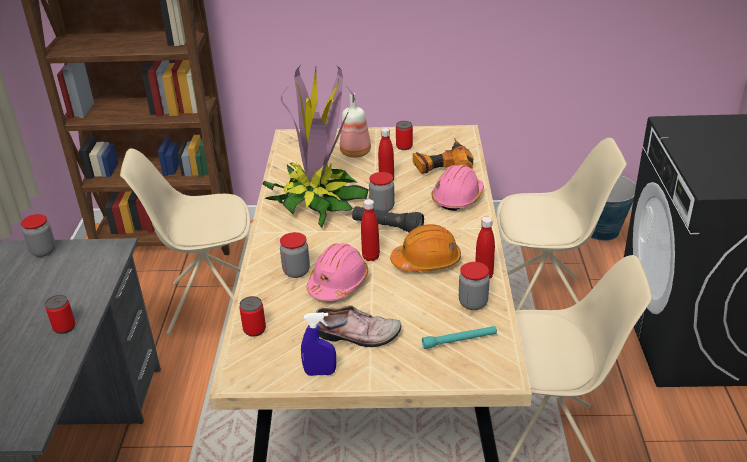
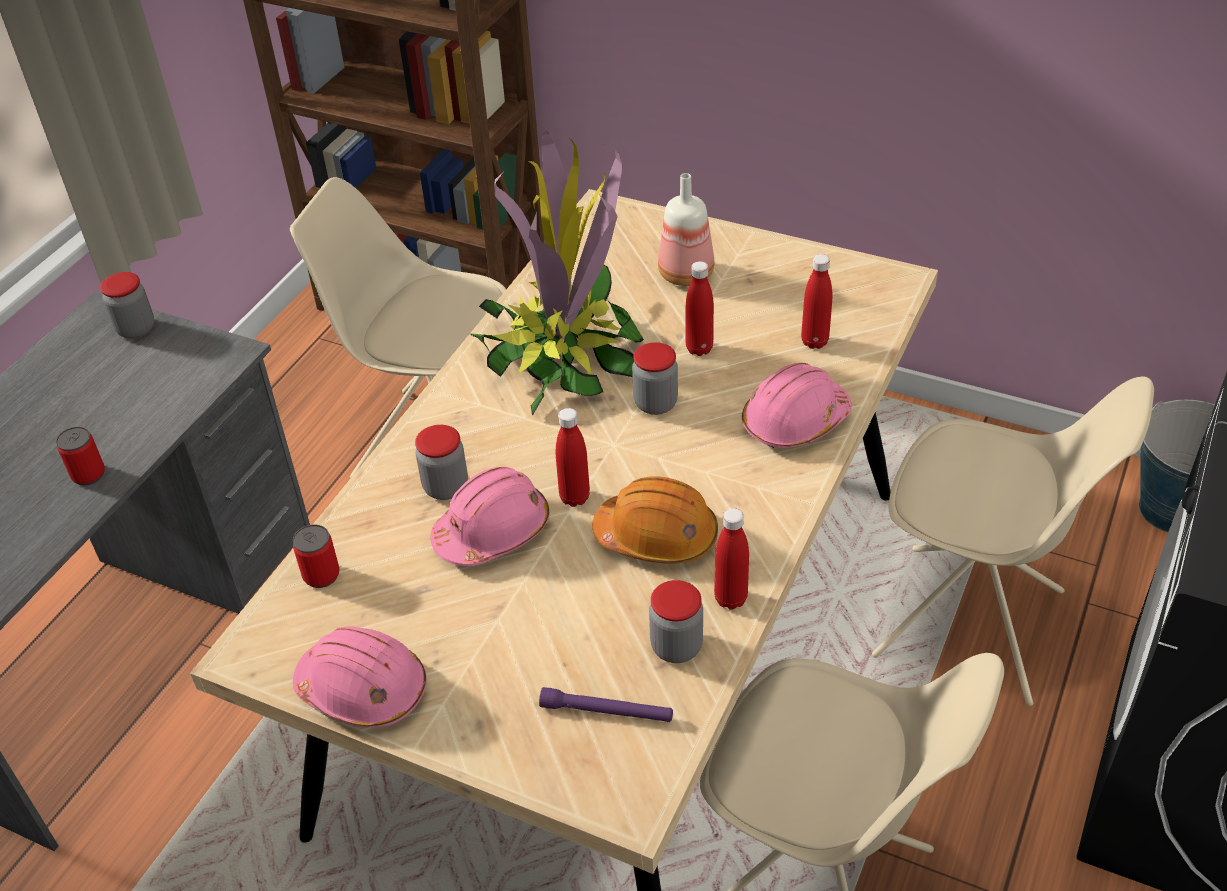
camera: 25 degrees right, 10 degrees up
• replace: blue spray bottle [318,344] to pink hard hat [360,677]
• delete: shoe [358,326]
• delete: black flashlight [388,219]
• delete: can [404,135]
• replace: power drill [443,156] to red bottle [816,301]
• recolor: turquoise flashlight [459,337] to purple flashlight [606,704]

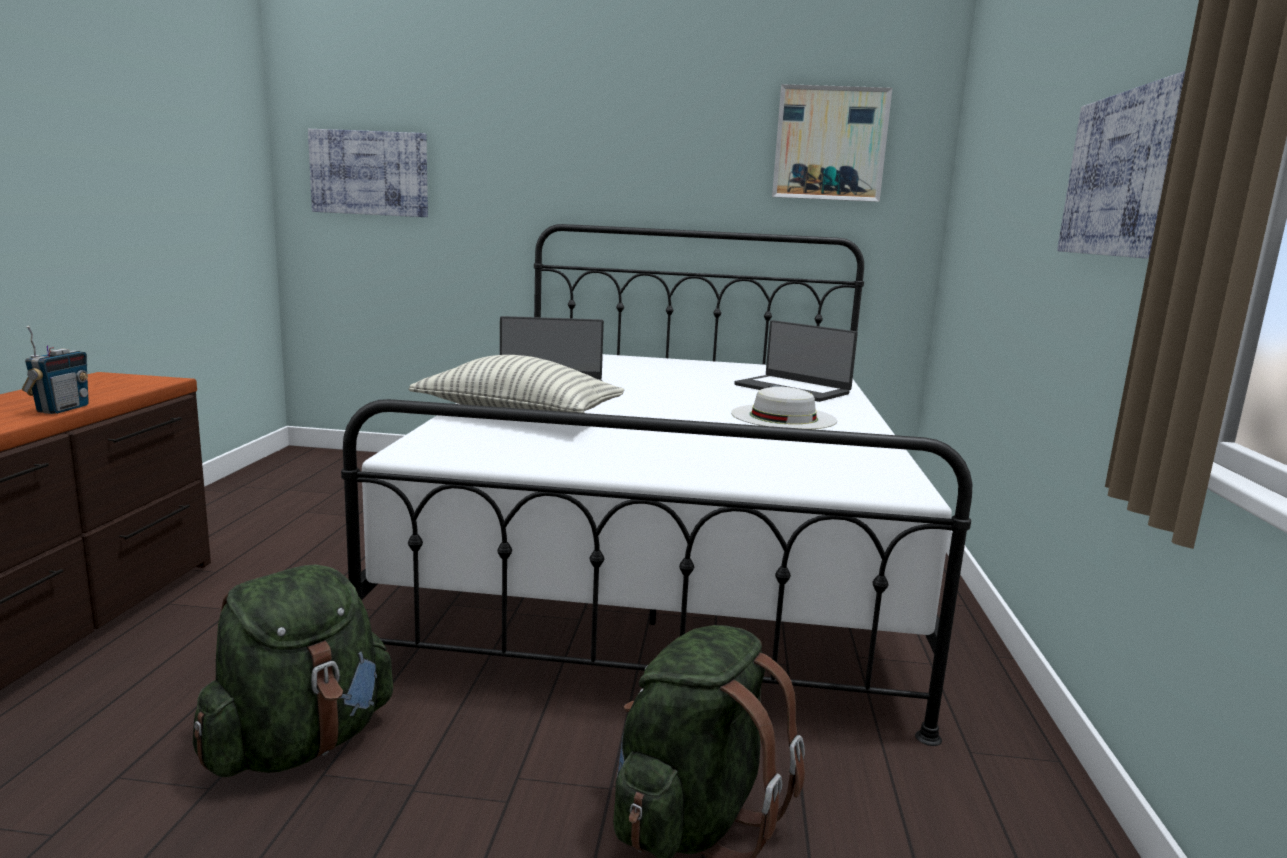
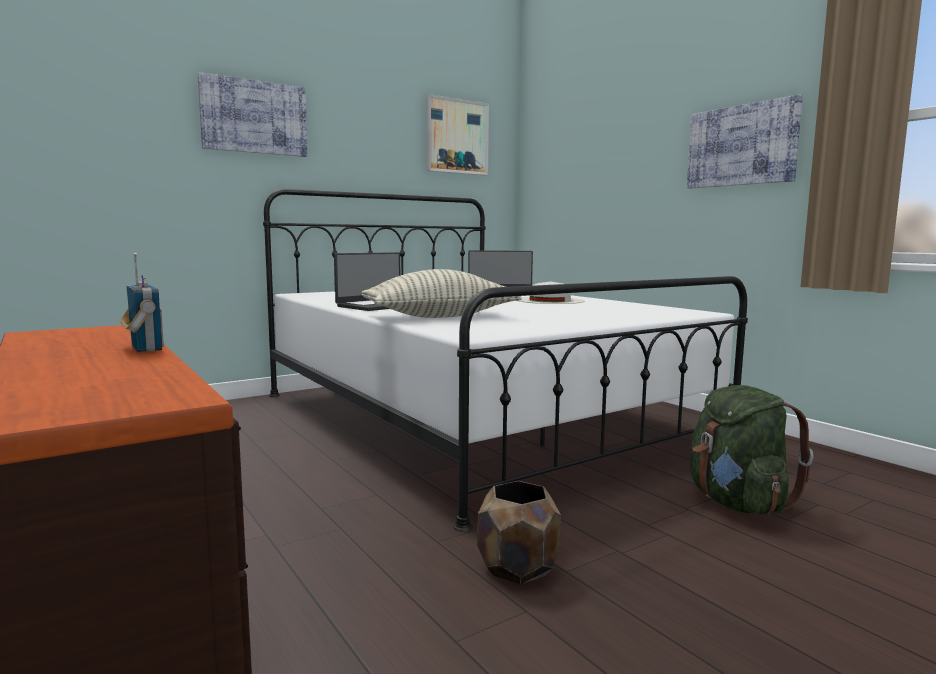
camera: 40 degrees left, 5 degrees down
• replace: green backpack [292,670] to brown planter [519,532]
• move: picture [368,173] to [253,114]

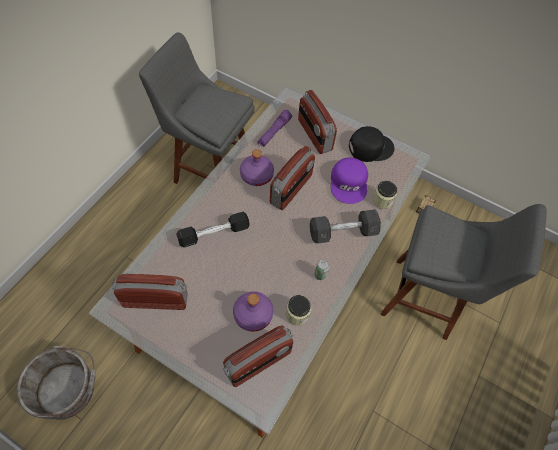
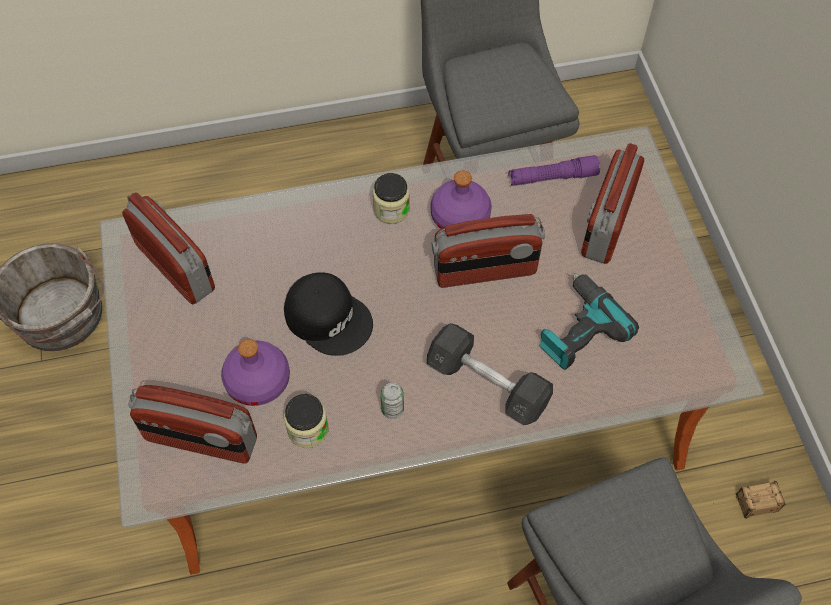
camera: 50 degrees right, 0 degrees up
• delete: black dumbbell [212,229]
• replace: purple cap [349,181] to power drill [589,321]
• move: black cap [371,144] to [328,314]
• move: jar [385,195] to [391,198]

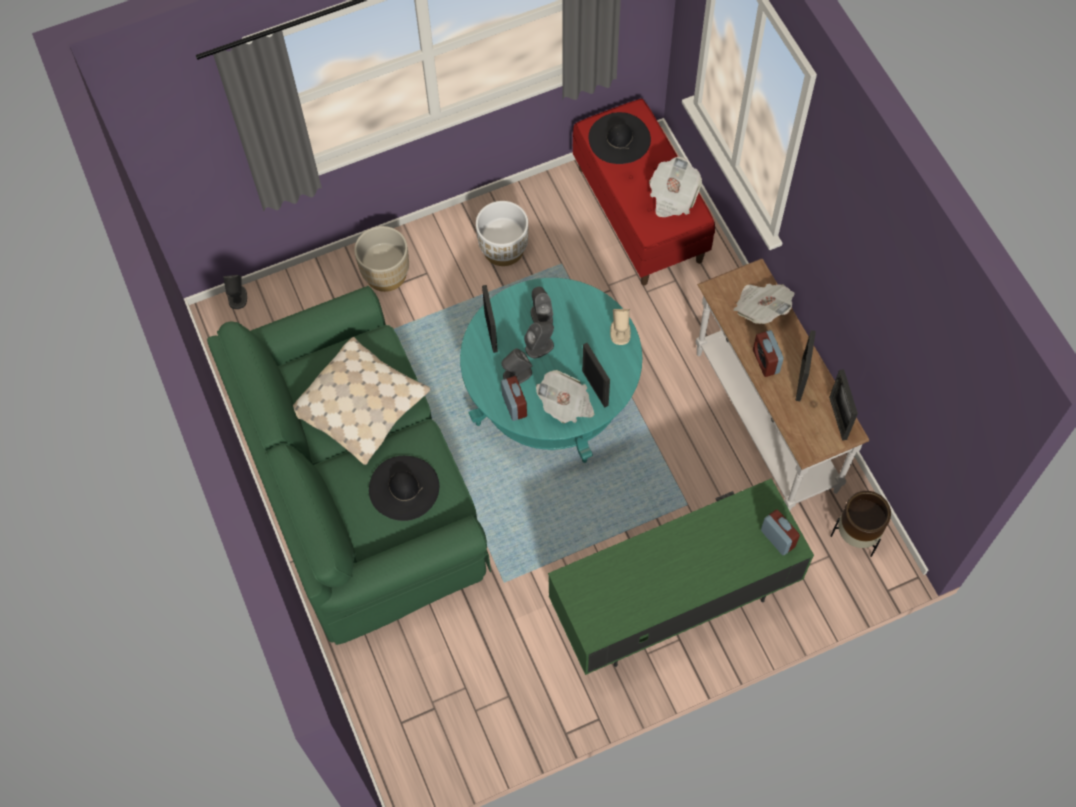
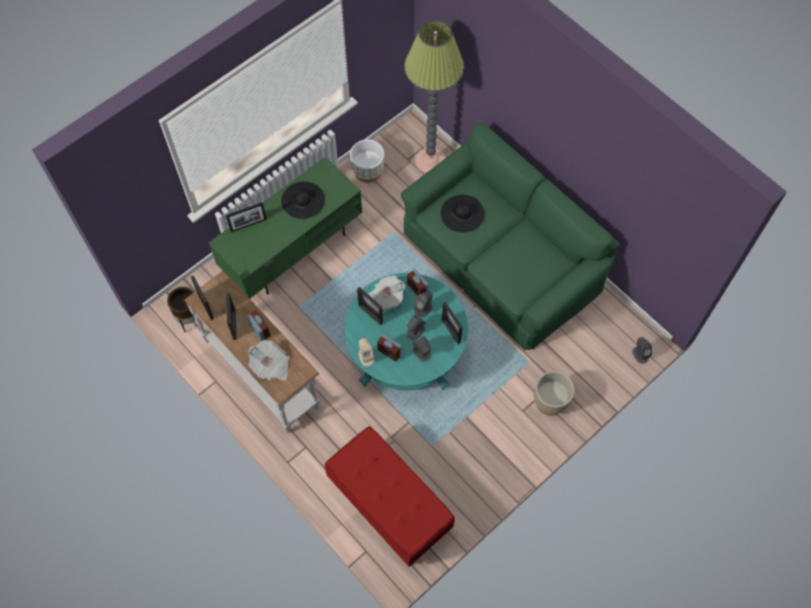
camera: 160 degrees right, 0 degrees up
• delete: beige pillow [361,401]
• move: white planter [502,233] to [367,161]
• move: black hat [620,138] to [303,200]
• delete: newspaper [675,187]
• move: alarm clock [780,532] to [389,347]
• insert: picture frame [246,217]
• insert: floor lamp [434,97]

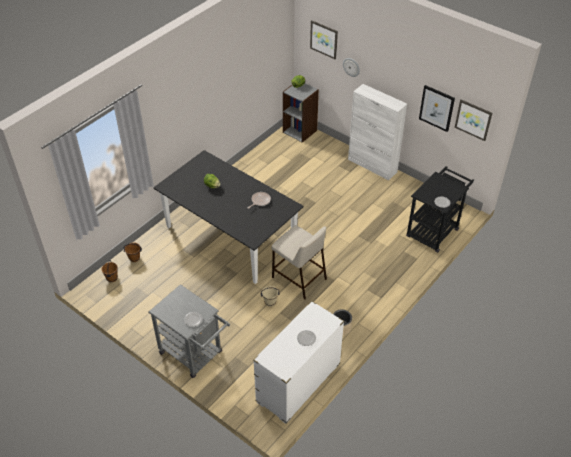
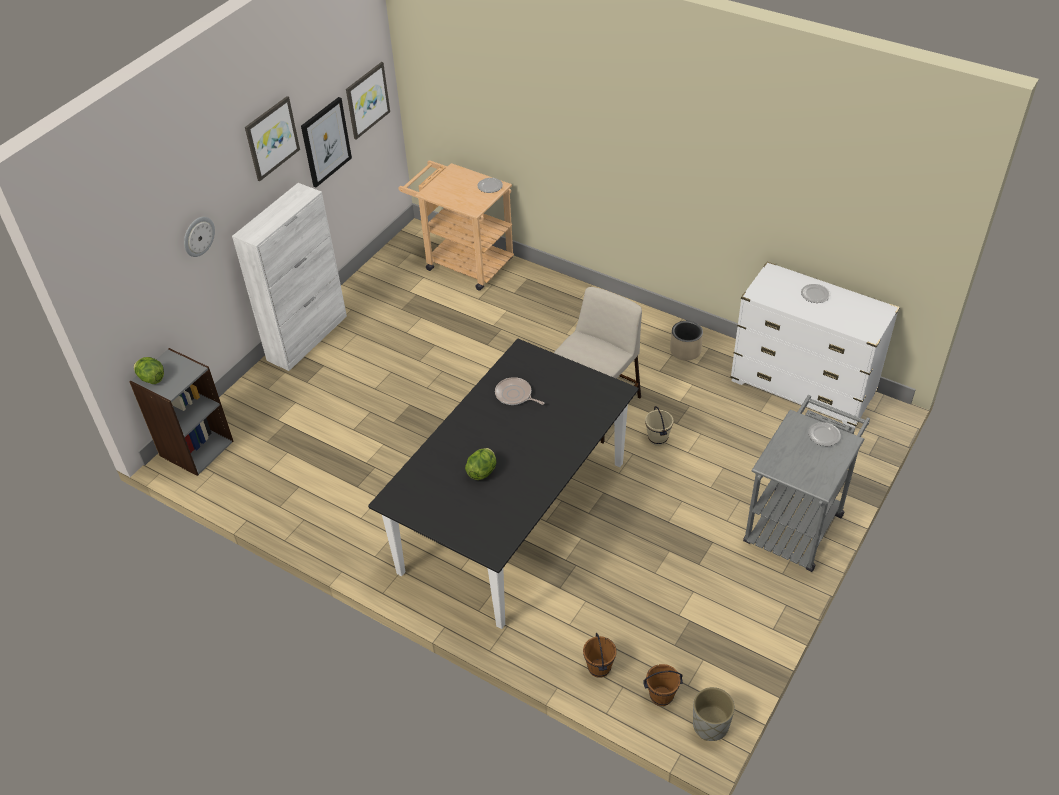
camera: 95 degrees left, 0 degrees up
• move: picture [324,40] to [272,138]
• recolor: black cart [440,209] to beige cart [456,225]
• insert: grey planter [714,714]

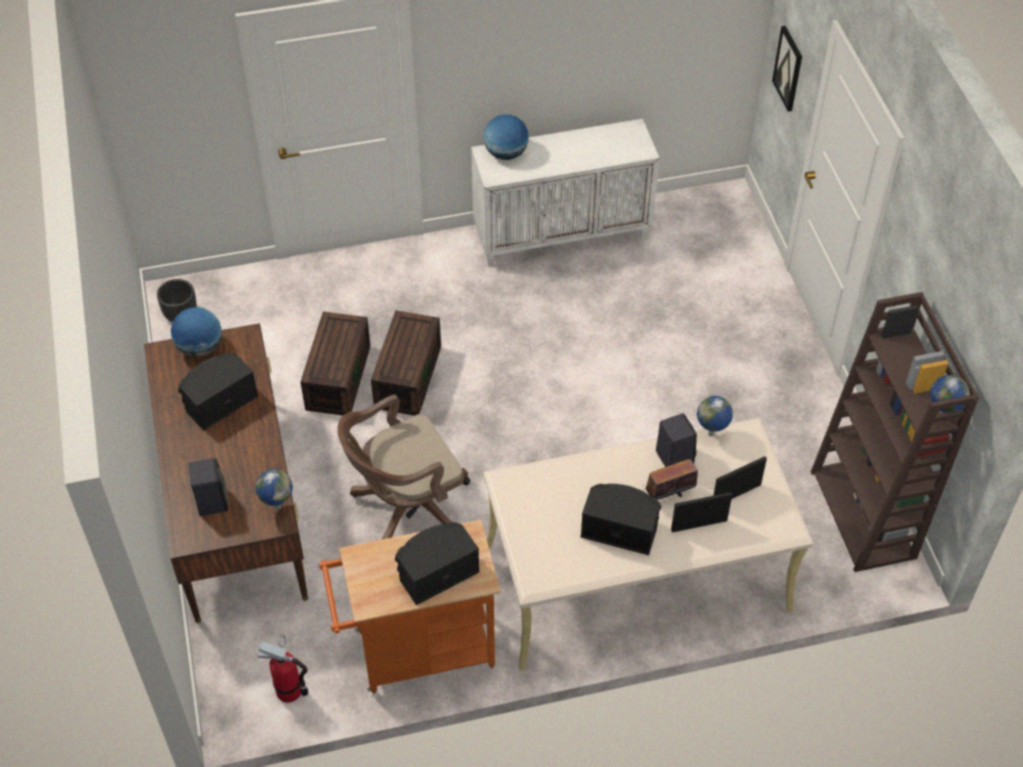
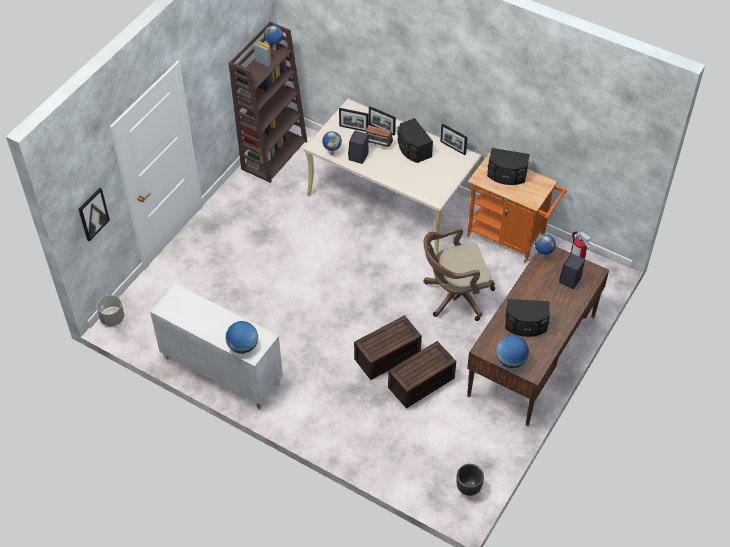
camera: 135 degrees left, 0 degrees up
• rotate: brown office chair [403,467] = [459,274] 150 degrees clockwise
• insert: grey planter [110,310]
• insert: picture frame [453,139]

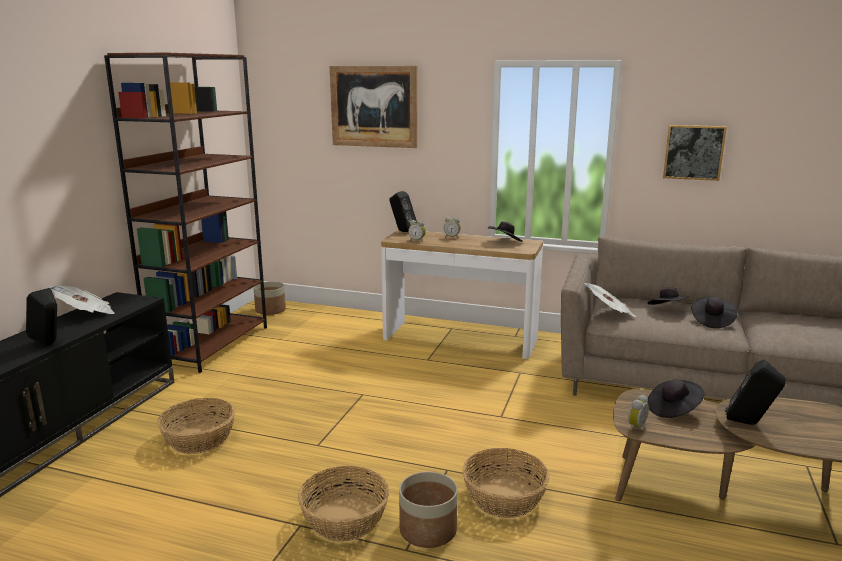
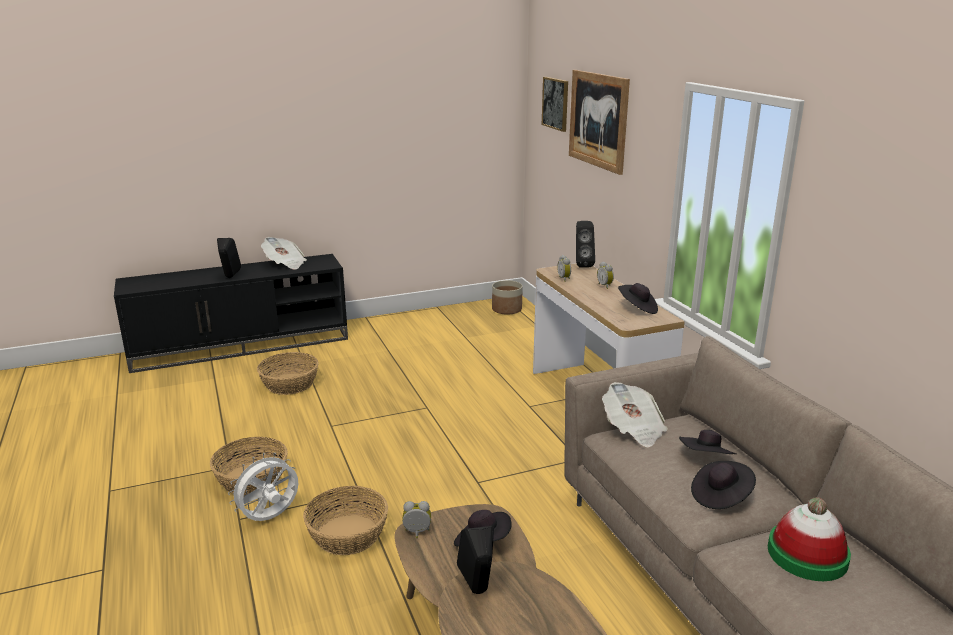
camera: 50 degrees right, 5 degrees up
• delete: brown bookcase [185,213]
• replace: planter [428,510] to white fan [263,486]
• move: picture [695,153] to [555,104]
• insert: hat [809,539]

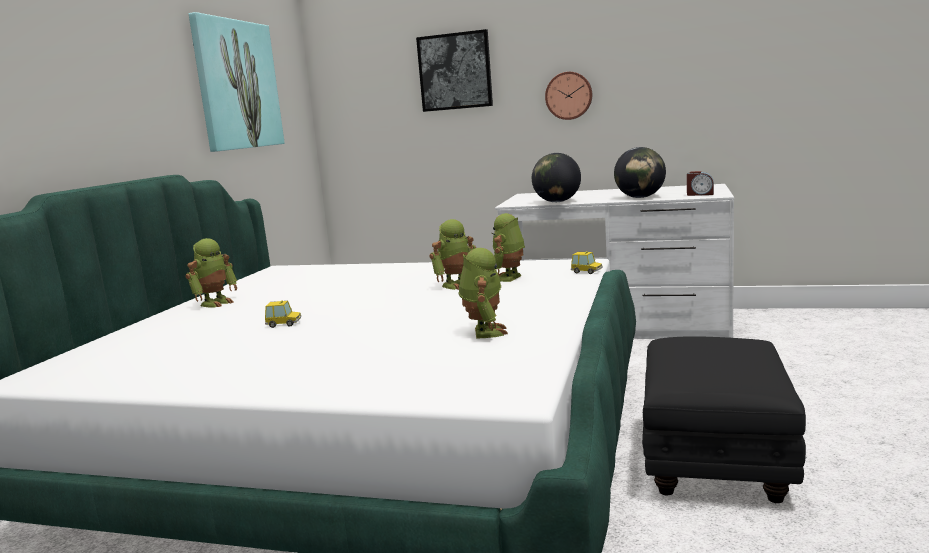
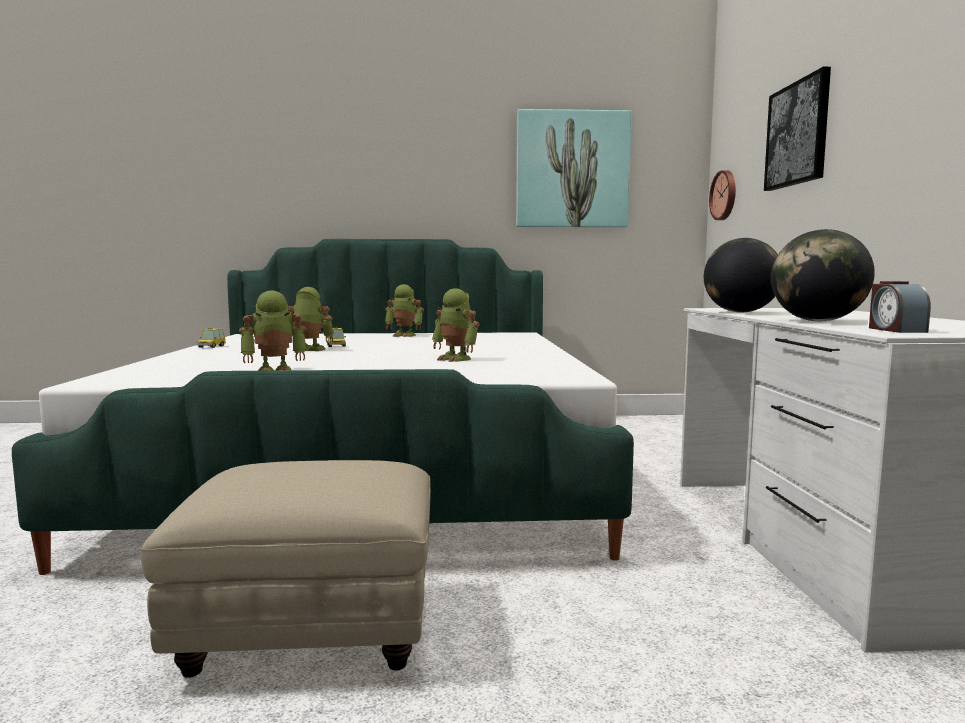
camera: 70 degrees right, 5 degrees down
• move: toy robot [508,247] to [311,319]
• move: wall clock [568,96] to [722,195]
• move: toy car [587,262] to [211,338]
• recolor: black ottoman [724,419] to beige ottoman [285,569]

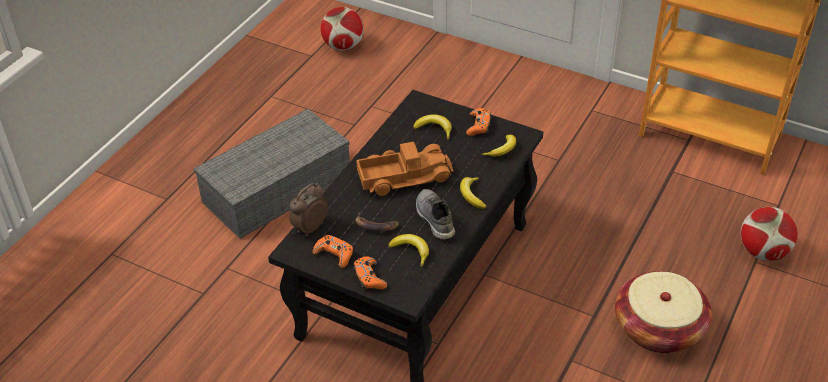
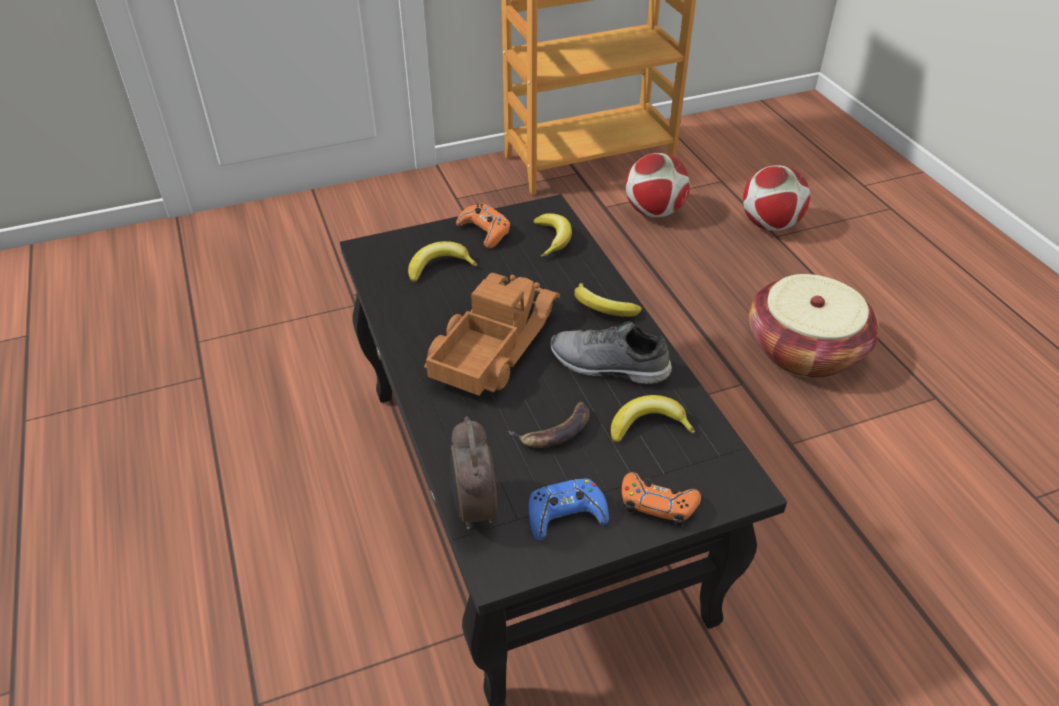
camera: 50 degrees left, 0 degrees up
• delete: grey storage box [271,174]
• recolor: orange game controller [333,251] to blue game controller [568,509]
• move: football [342,29] to [658,185]

